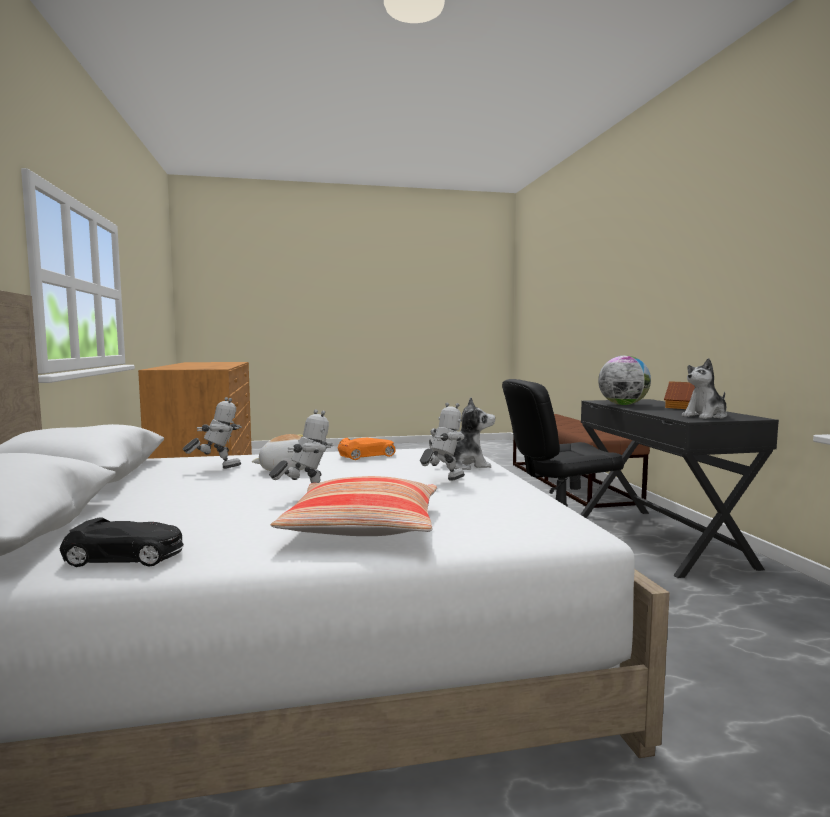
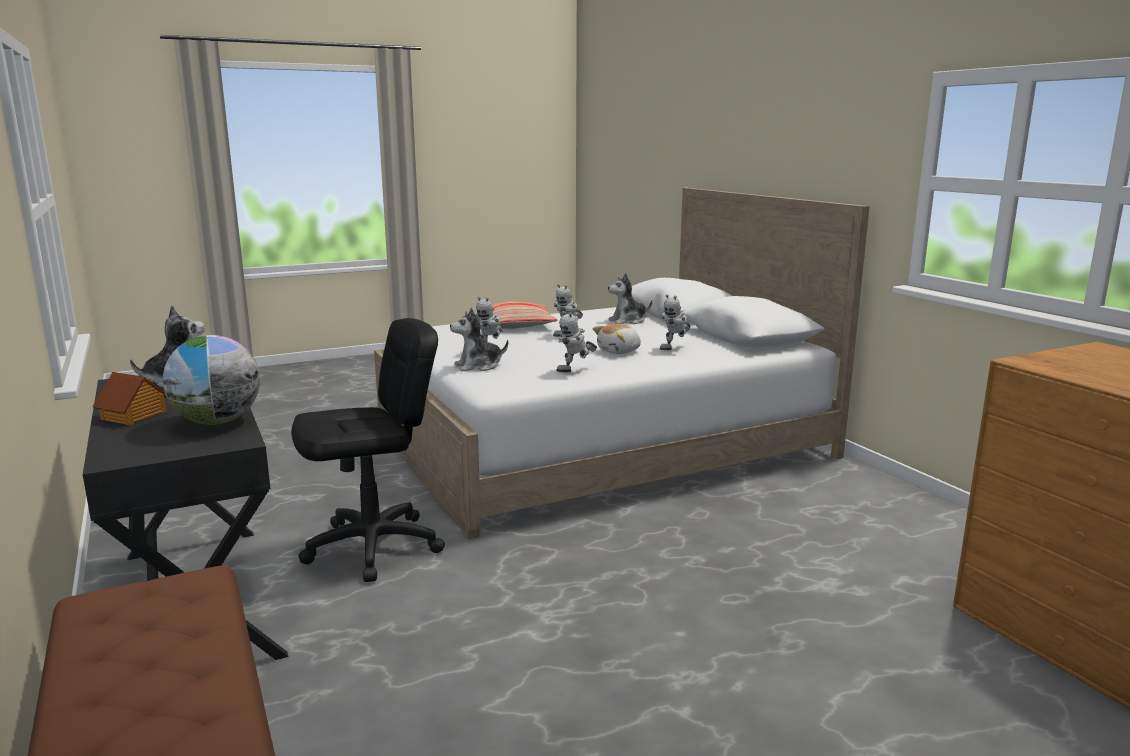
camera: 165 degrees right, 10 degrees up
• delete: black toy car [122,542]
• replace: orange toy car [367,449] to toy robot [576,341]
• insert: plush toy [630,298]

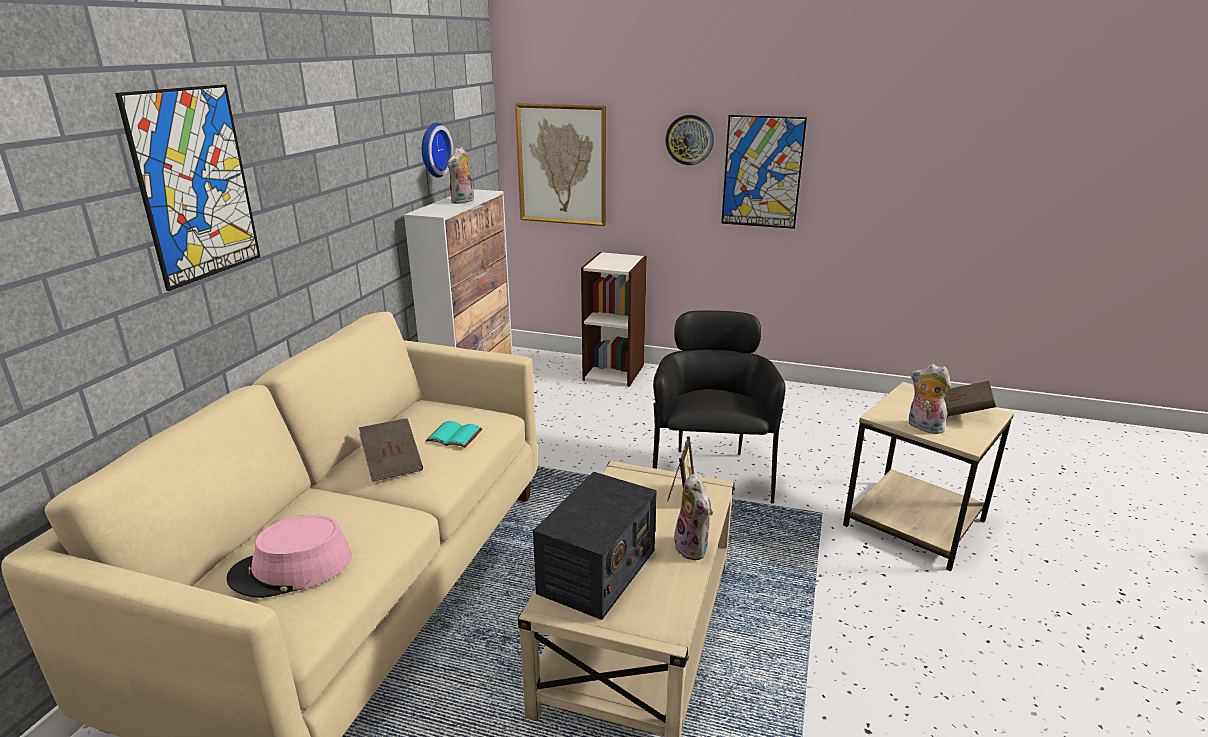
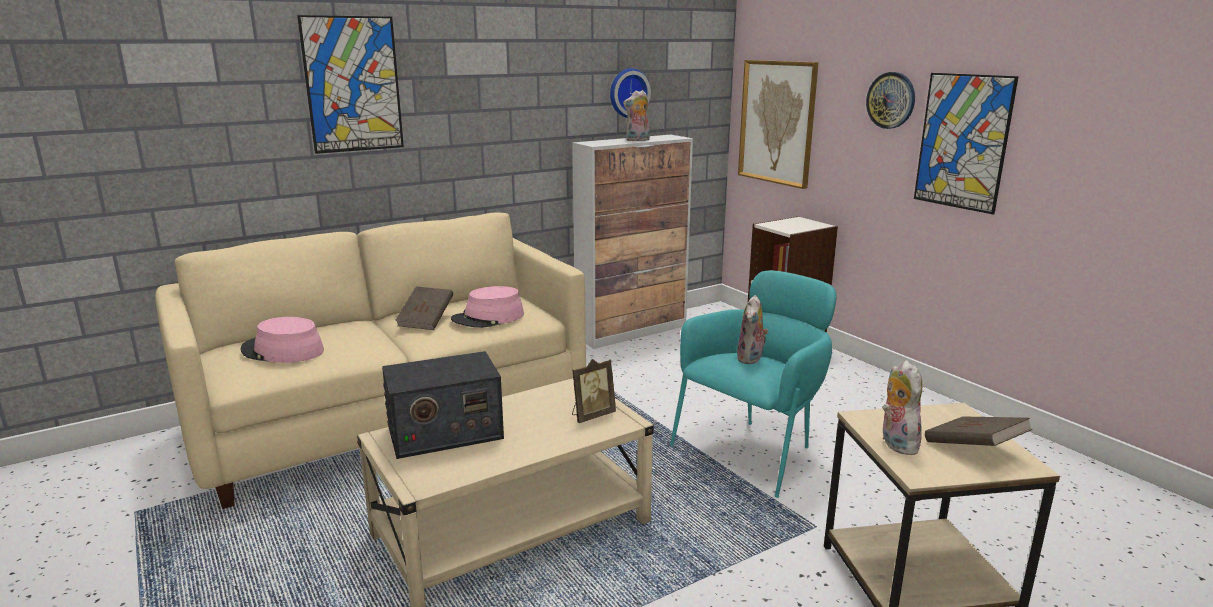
camera: 40 degrees right, 5 degrees down
• replace: turquoise book [453,434] to pink hat [487,307]
• recolor: black armchair [719,407] to turquoise armchair [753,384]
• move: plush toy [693,517] to [753,329]

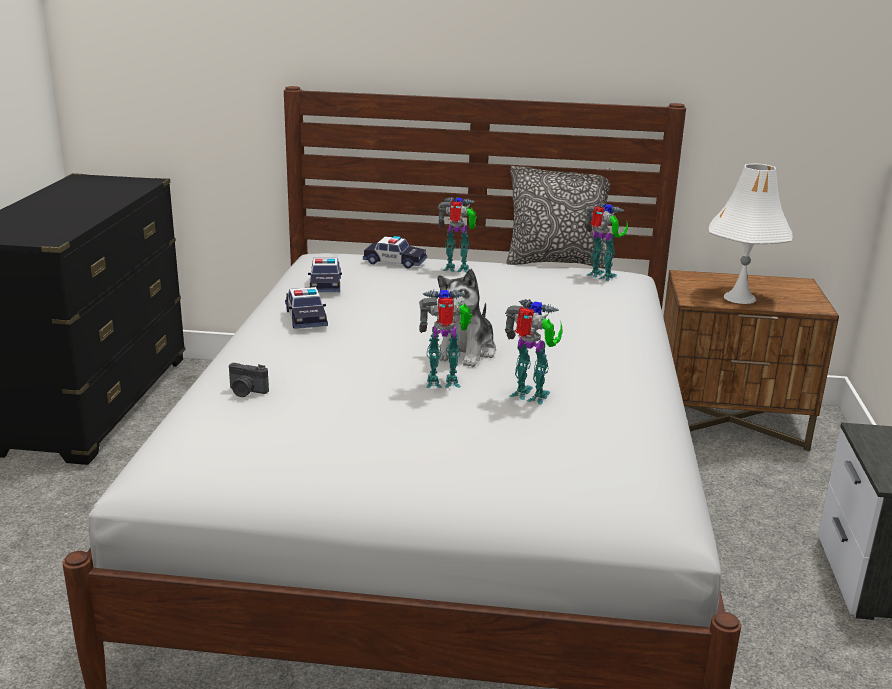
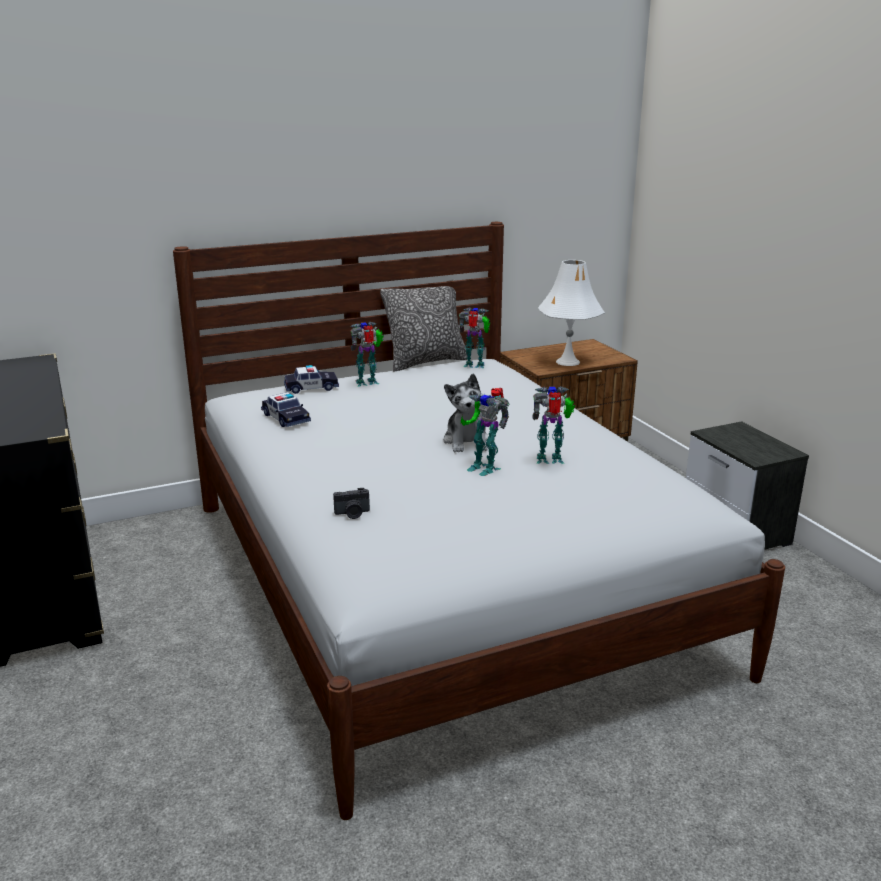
camera: 30 degrees left, 0 degrees up
• delete: toy car [306,308]
• rotate: toy robot [446,339] = [485,432] 105 degrees counterclockwise

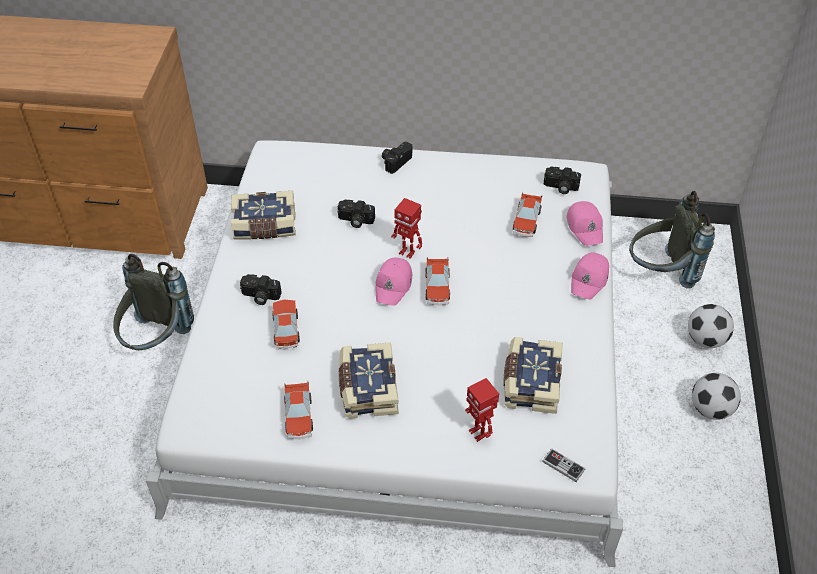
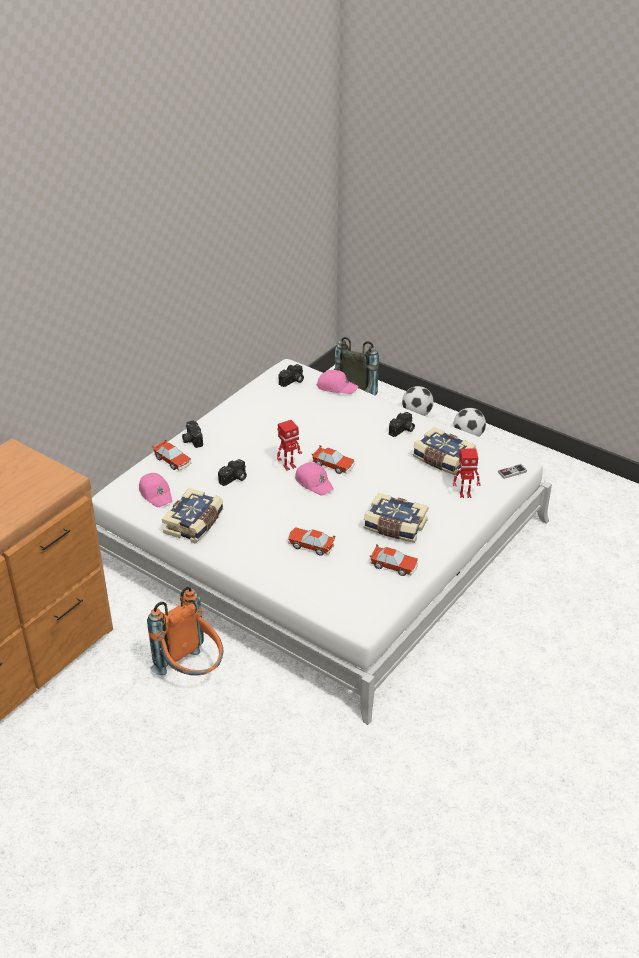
camera: 60 degrees left, 10 degrees down
• recolor: grey backpack [153,302] to orange backpack [185,631]
• move: photo camera [260,289] to [402,424]
• move: toy car [527,214] to [171,455]
• move: pink cap [590,276] to [155,490]

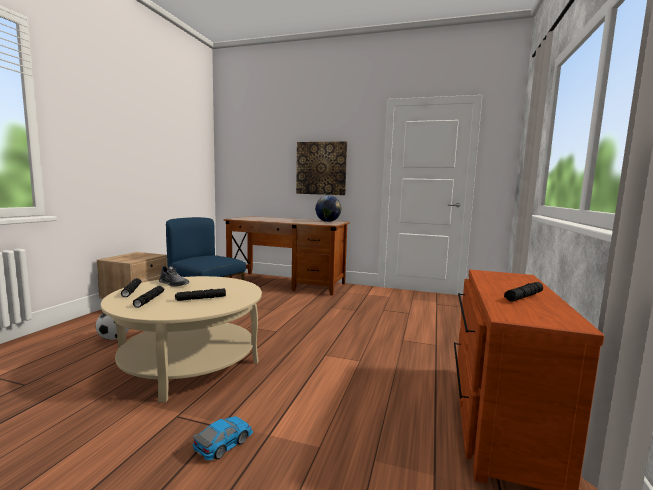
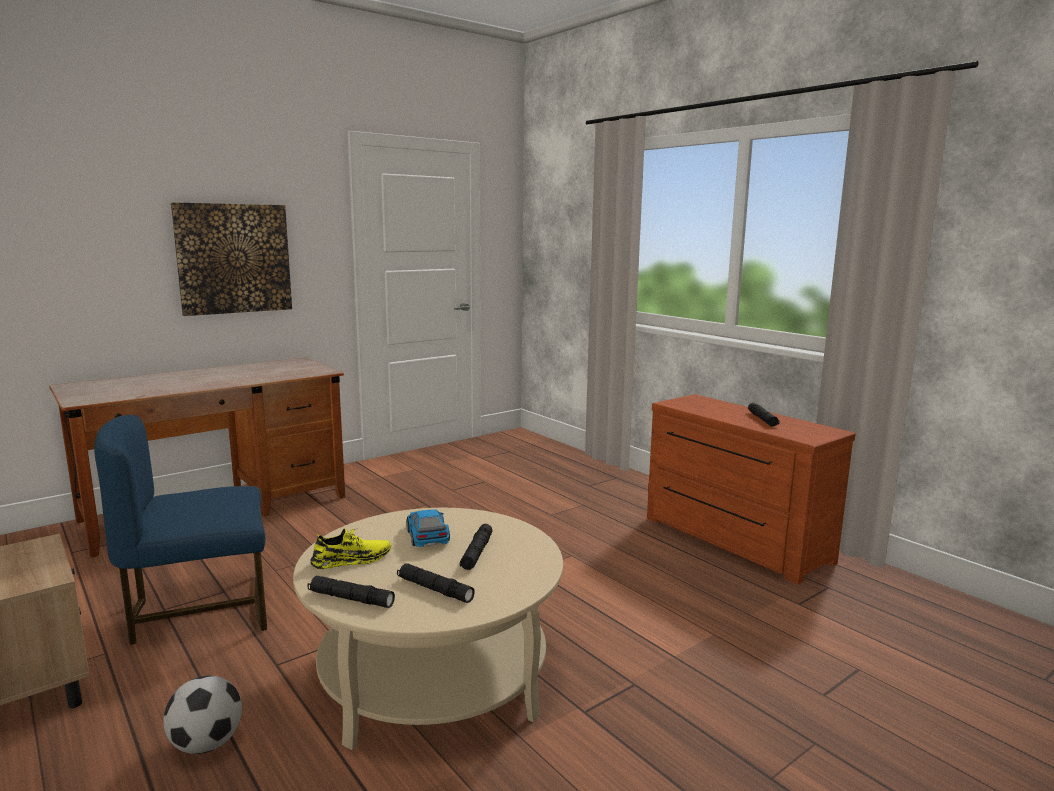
camera: 55 degrees left, 5 degrees up
• recolor: grey shoe [174,276] to yellow shoe [351,548]
• move: toy car [223,438] to [428,528]
• delete: globe [328,209]

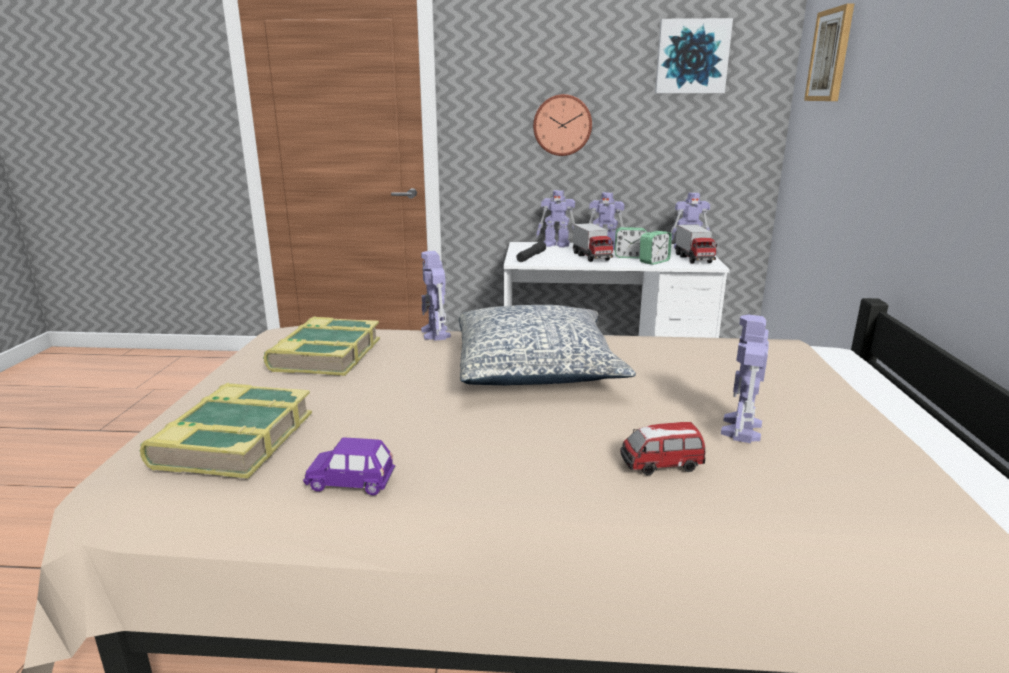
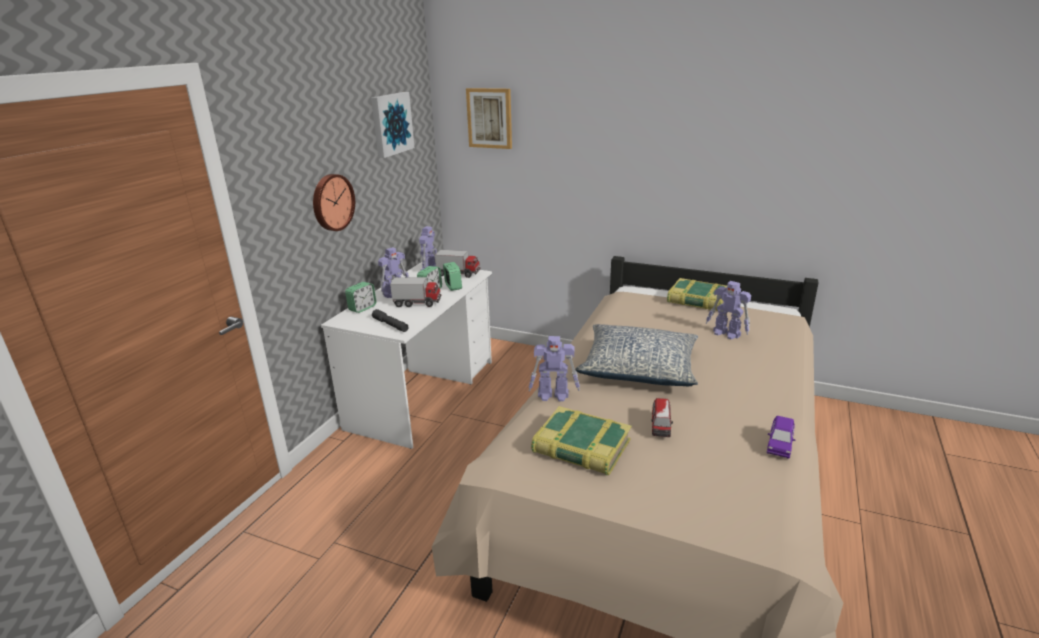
camera: 70 degrees left, 5 degrees up
• move: book [226,431] to [697,294]
• replace: toy robot [555,219] to alarm clock [360,297]
• move: toy car [663,449] to [662,417]

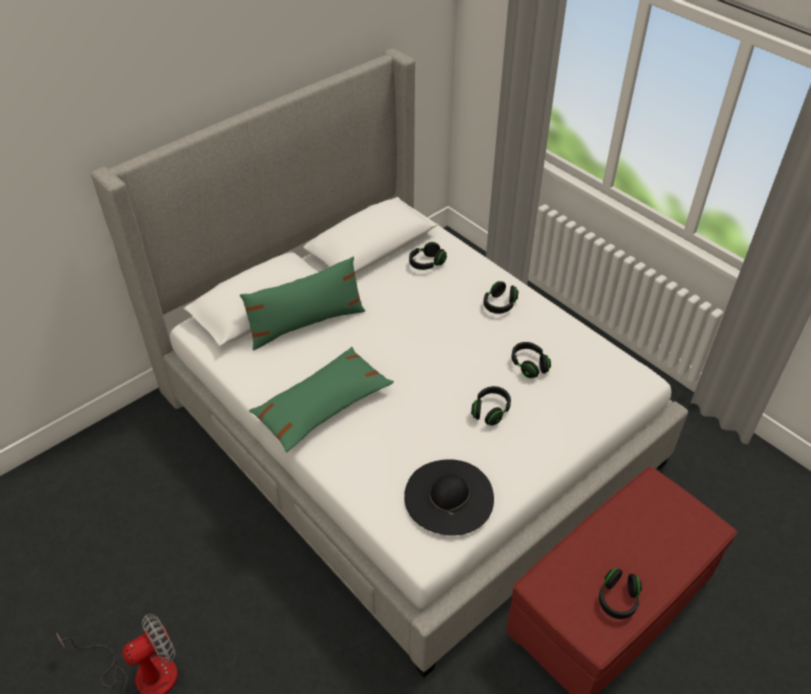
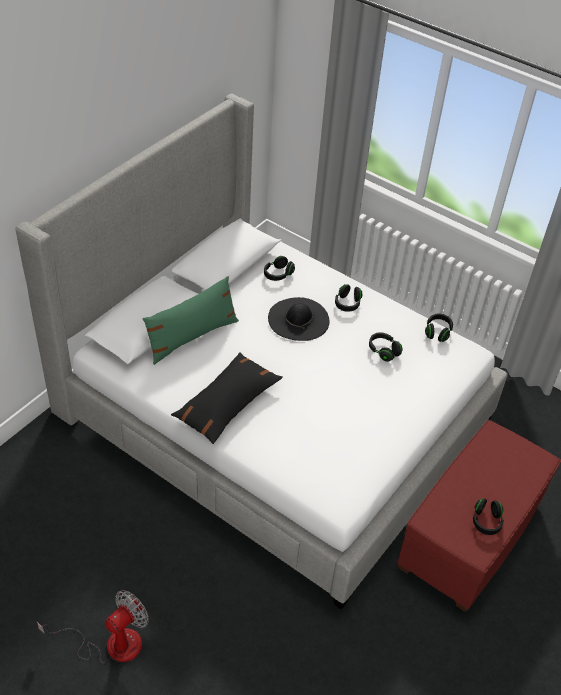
camera: 15 degrees left, 0 degrees up
• recolor: green pillow [321,399] to black pillow [227,398]
• move: black hat [449,497] to [299,319]
• move: black headphones [491,406] to [439,327]

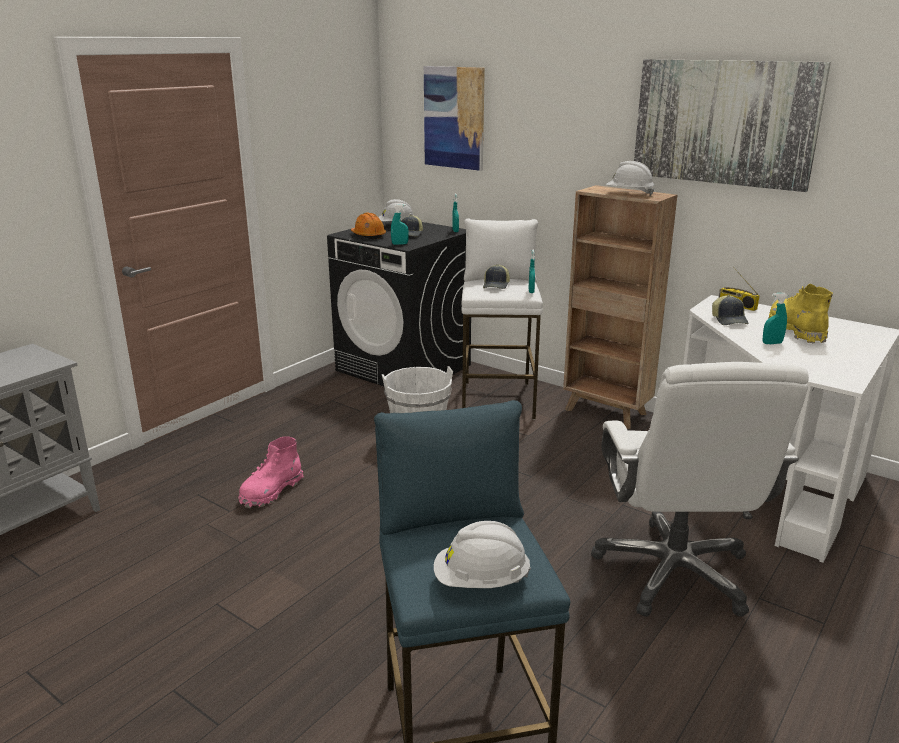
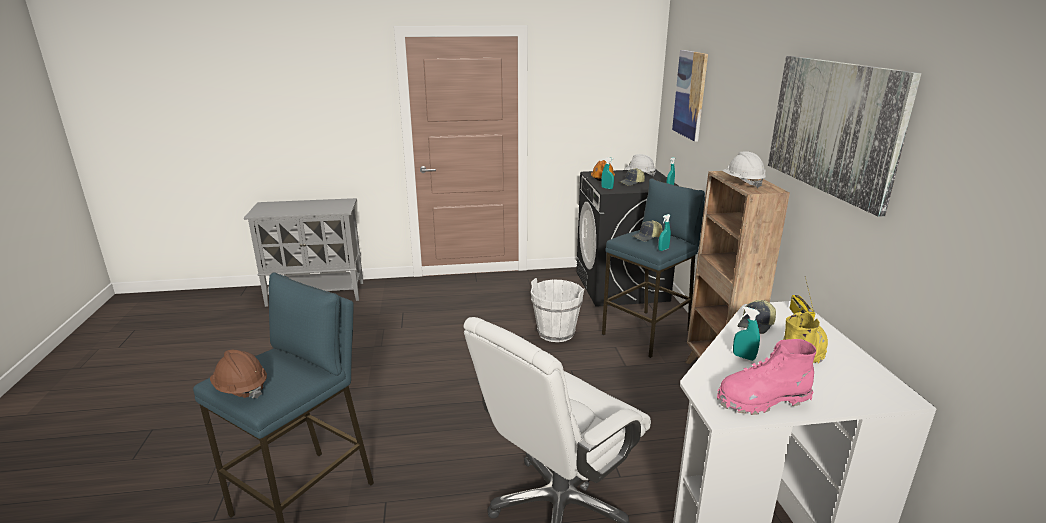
camera: 45 degrees right, 0 degrees up
• move: pink boot [271,472] to [766,377]
• recolor: white hard hat [482,554] to brown hard hat [238,374]
• recolor: white stool [502,319] to blue stool [653,268]

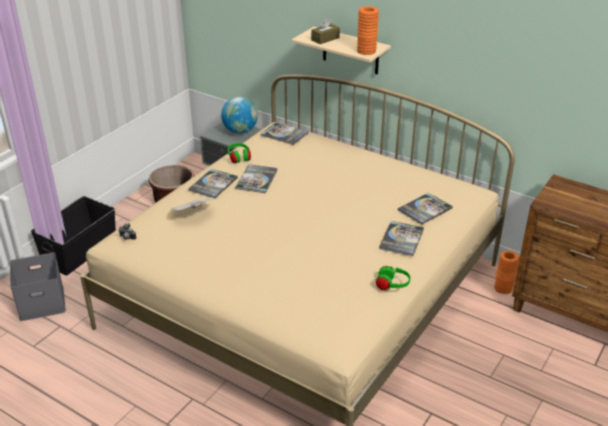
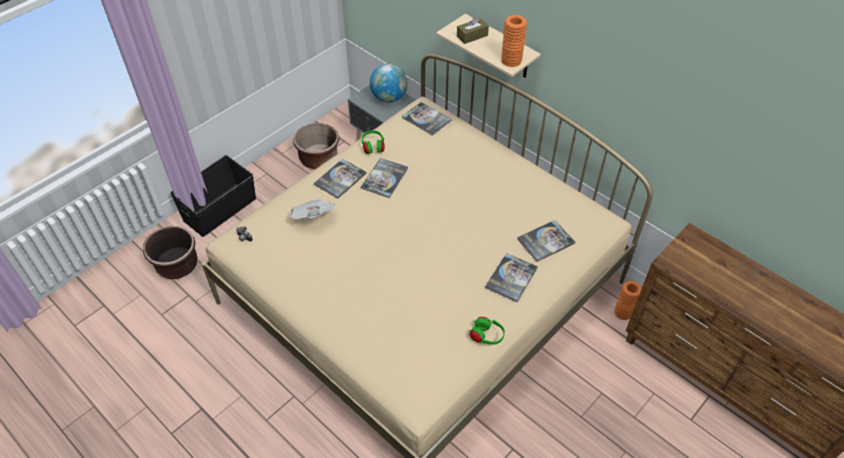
camera: 10 degrees right, 15 degrees up
• replace: grey storage box [38,286] to brown planter [170,252]

